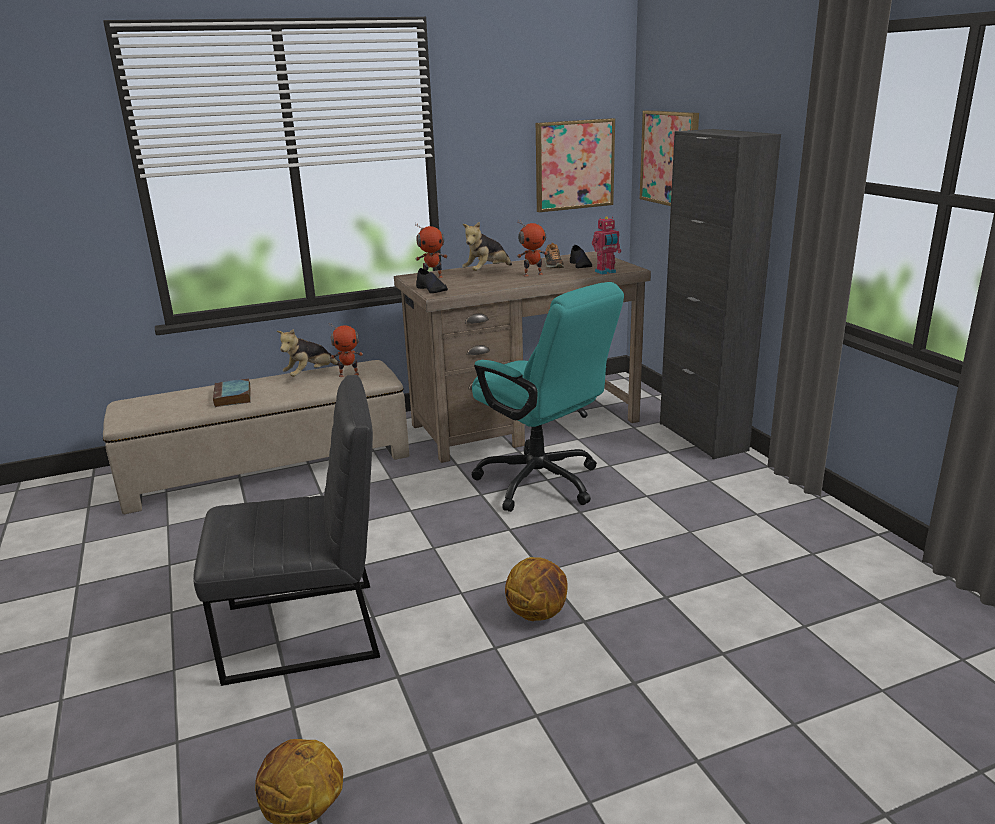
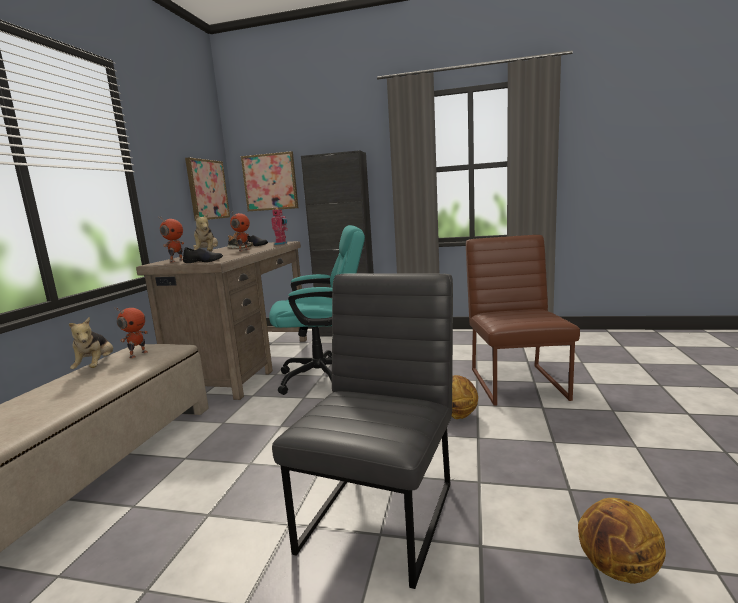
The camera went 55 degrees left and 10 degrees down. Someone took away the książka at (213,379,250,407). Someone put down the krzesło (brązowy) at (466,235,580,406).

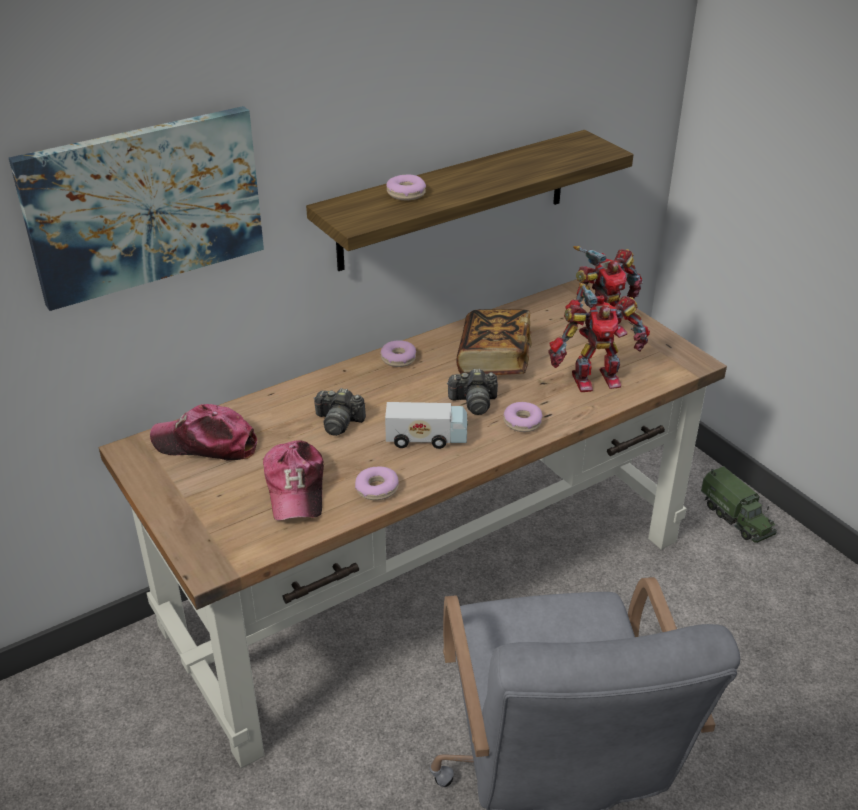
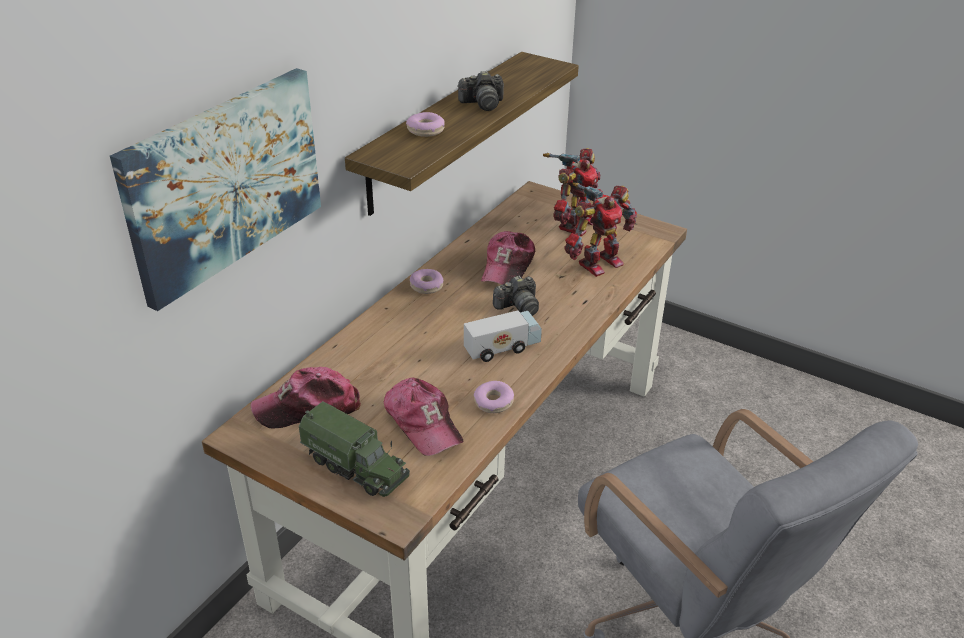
The camera went 25 degrees left and 0 degrees up. Someone took away the donut at (503,402,542,432). Someone carried the aparat fotograficzny from (314,388,366,436) to (457,71,504,111). Someone carried the ciężarówka zabawkowa from (700,466,777,543) to (299,401,410,497). Someone swapped the książka at (456,309,532,375) for the czapka z daszkiem at (481,231,535,285).

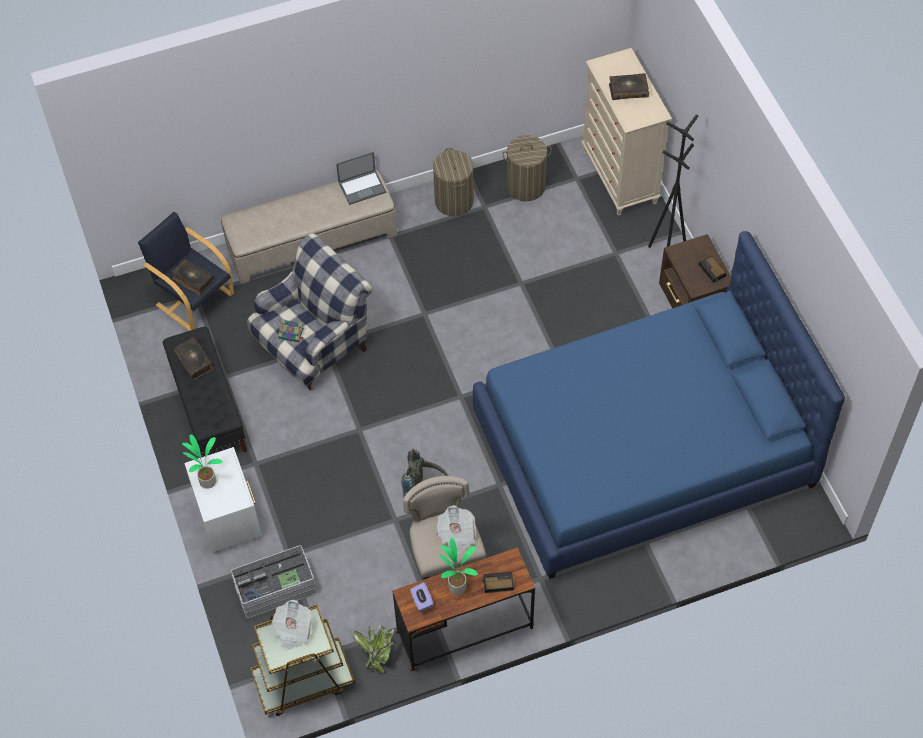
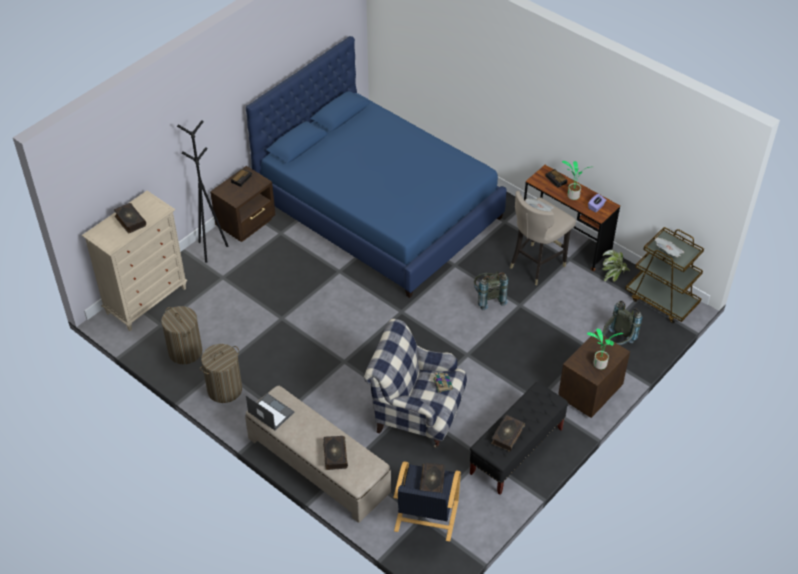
The camera went 120 degrees left and 10 degrees down. Someone put down the książka at (323,436,348,470). Someone swapped the pojemnik do przechowywania (szary) at (231,545,317,619) for the plecak (szary) at (603,301,642,345). Someone repainted the szafka nocna (biały) at (184,447,262,552), which became the szafka nocna (brązowy) at (558,331,630,418).

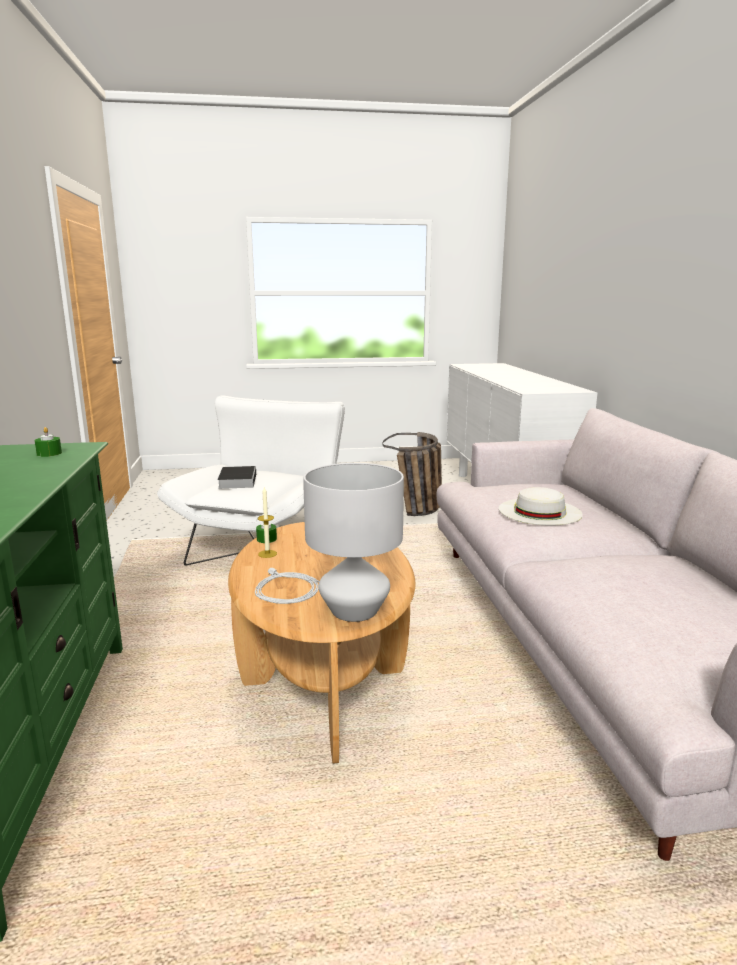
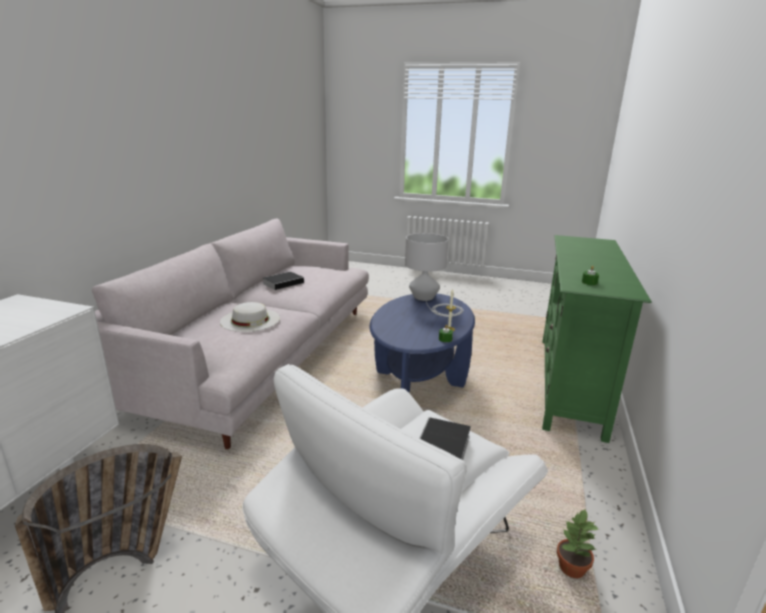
The camera went 155 degrees left and 5 degrees up. Someone put down the książka at (263,272,304,290). Someone put down the roślina doniczkowa at (557,508,598,578). Someone repainted the ława (brązowy) at (228,522,415,763), which became the ława (niebieski) at (370,294,475,393).

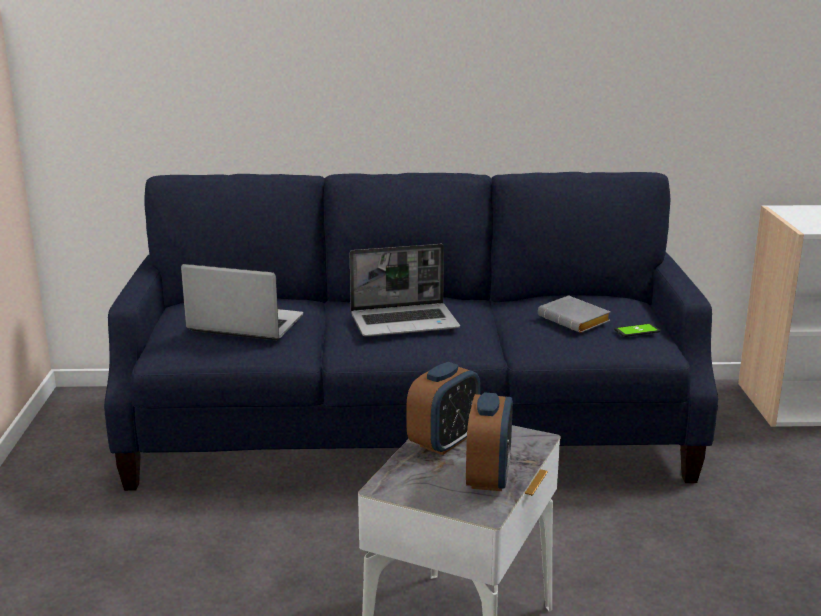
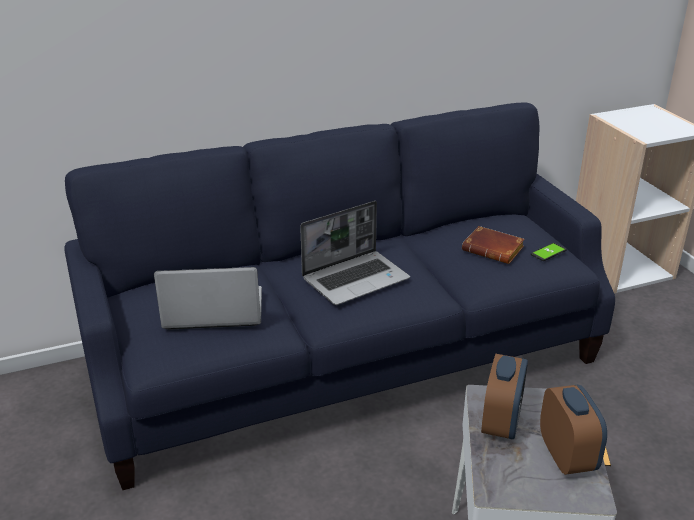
The camera went 20 degrees left and 10 degrees up. Someone repainted the książka (szary) at (538,295,610,333), which became the książka (brązowy) at (462,226,525,264).

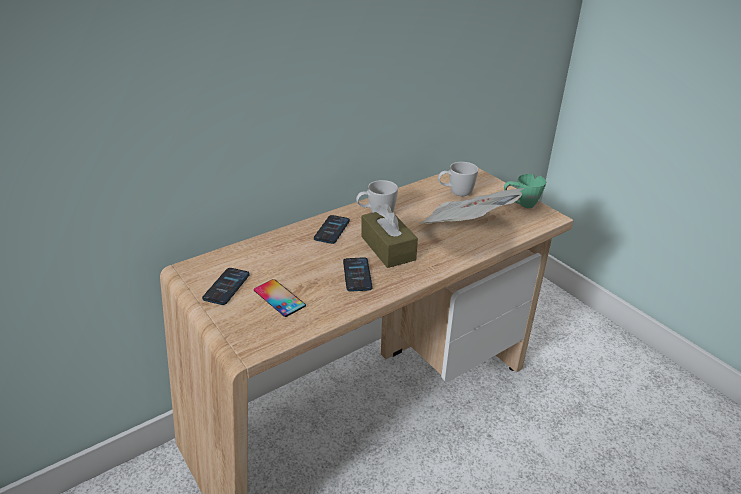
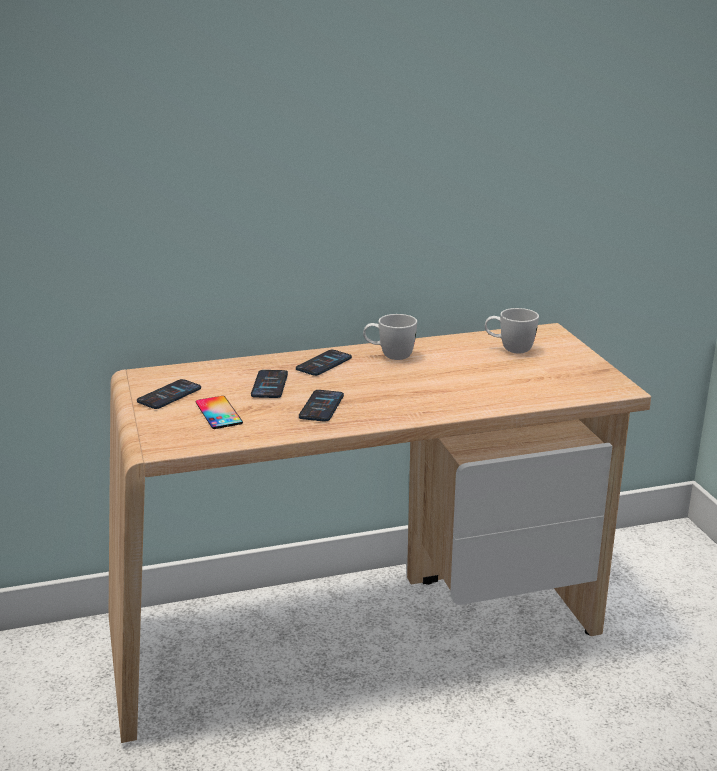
The camera went 20 degrees right and 10 degrees down. Someone took away the pudełko chusteczek (brązowy) at (361,204,418,268). Someone took away the gazeta at (420,188,524,224). Someone took away the kubek (zielony) at (504,174,546,208). Someone put down the telefon at (251,370,288,398).

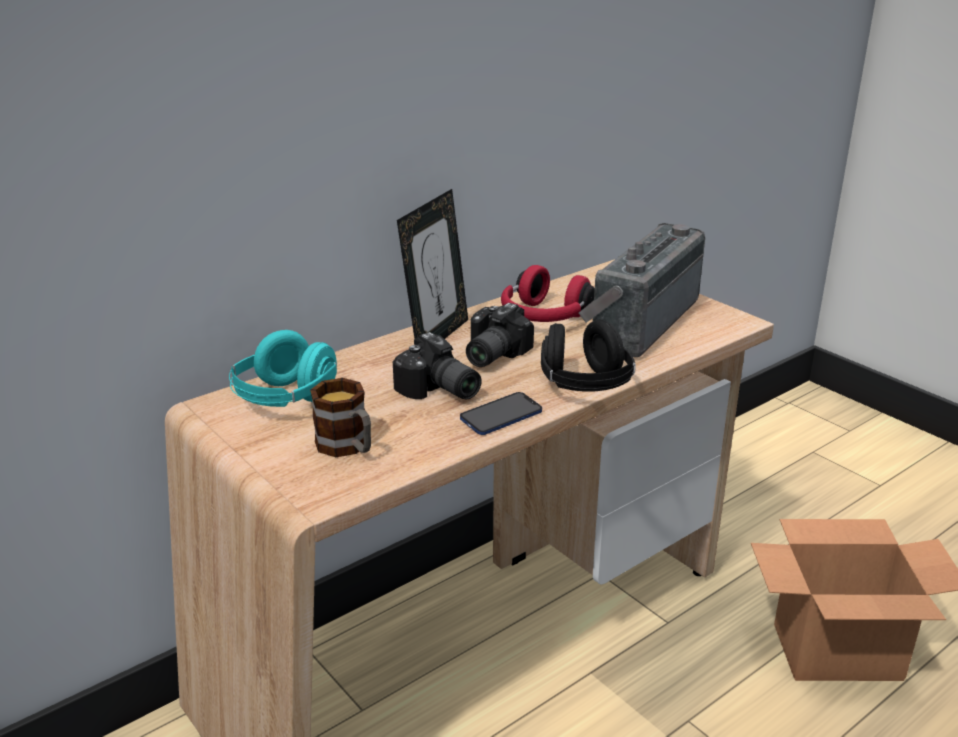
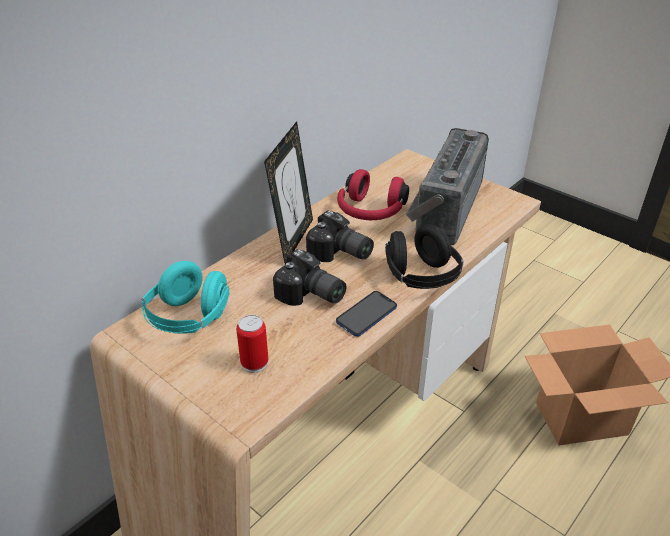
The camera went 10 degrees left and 10 degrees up. Someone swapped the kubek at (310,378,371,457) for the puszka at (236,315,268,373). Someone rotated the aparat fotograficzny at (466,303,534,367) by 75 degrees counterclockwise.

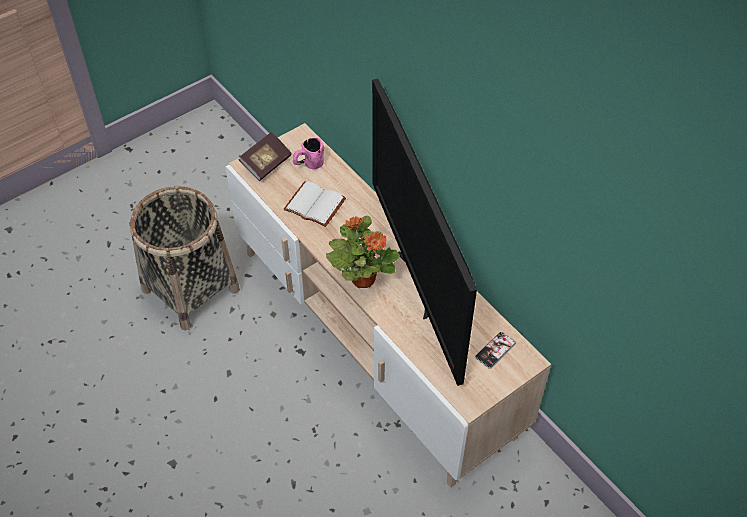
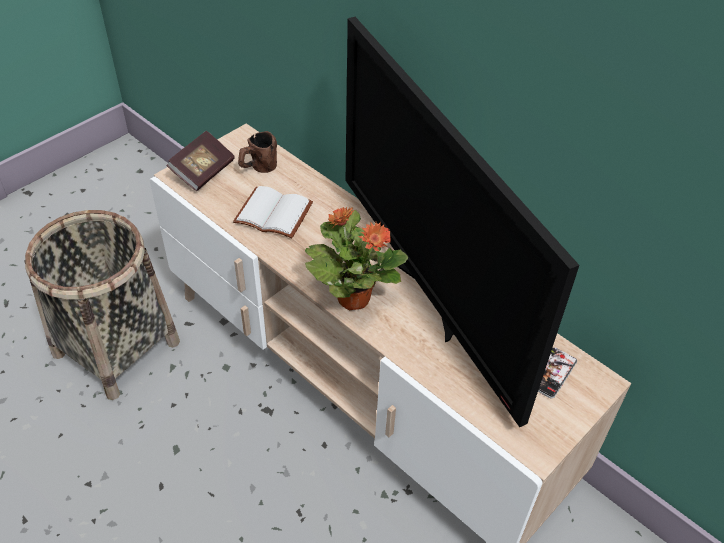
The camera went 10 degrees left and 5 degrees down. Someone repainted the kubek (różowy) at (293,137,324,169), which became the kubek (brązowy) at (238,131,277,173).

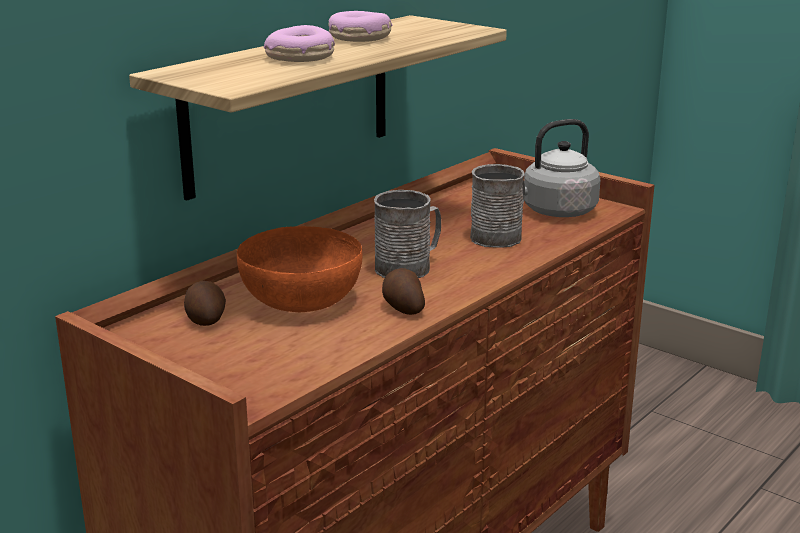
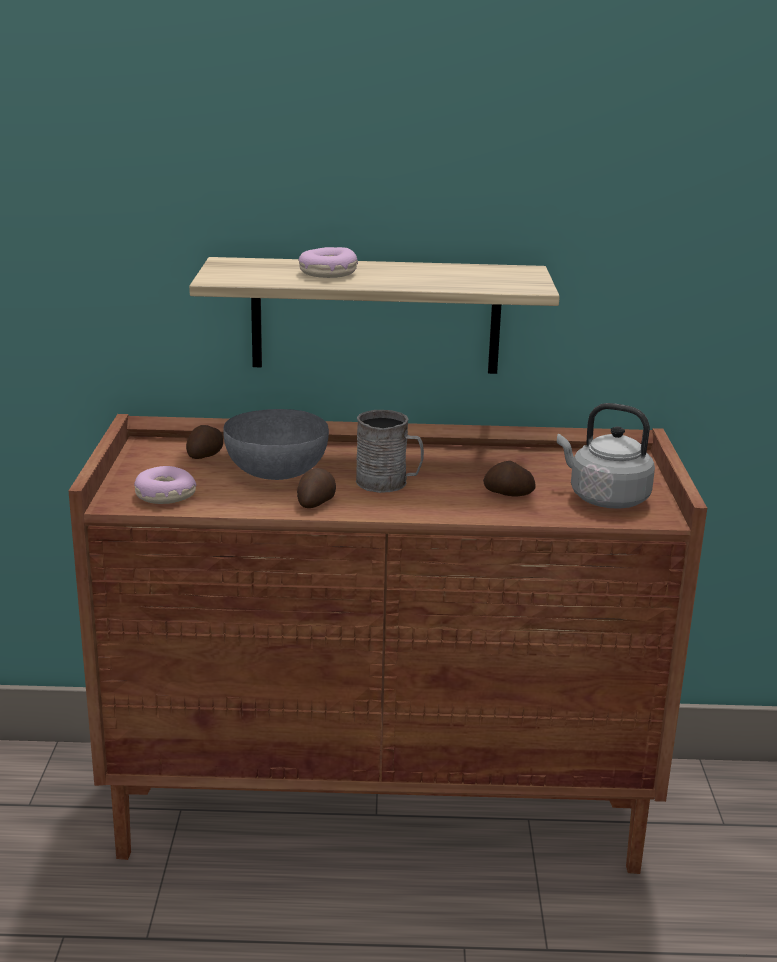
The camera went 50 degrees right and 0 degrees up. Someone carried the donut from (328,11,393,42) to (134,466,196,504). Someone swapped the kubek (szary) at (470,164,525,248) for the ziemniak at (483,461,535,496). Someone repainted the miska (pomarańczowy) at (237,226,362,312), which became the miska (szary) at (223,409,329,480).

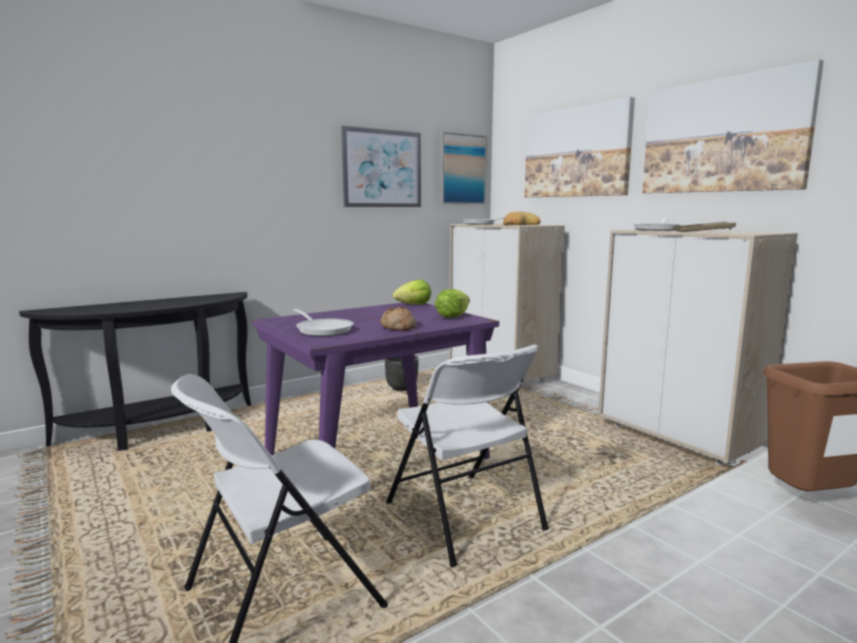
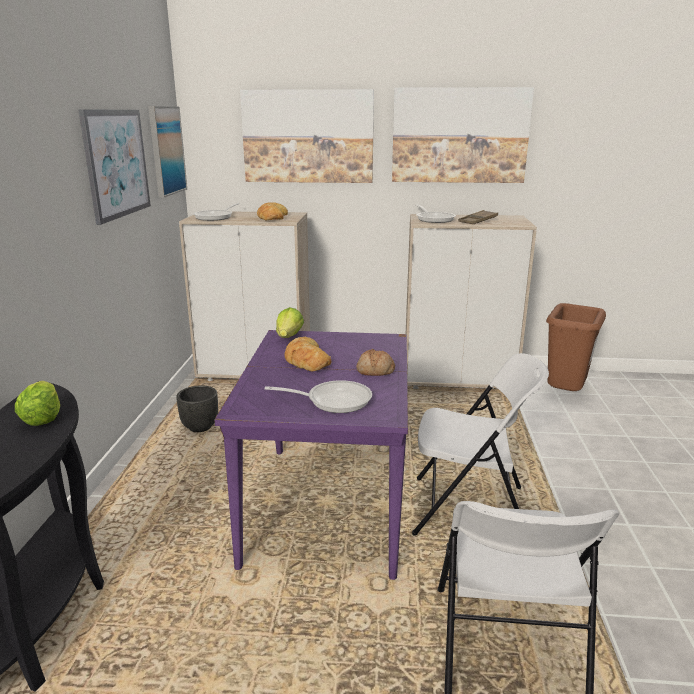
The camera went 50 degrees left and 10 degrees up. Someone put down the chleb at (285,337,331,371). Someone carried the sałata from (435,289,470,318) to (15,381,60,426).

